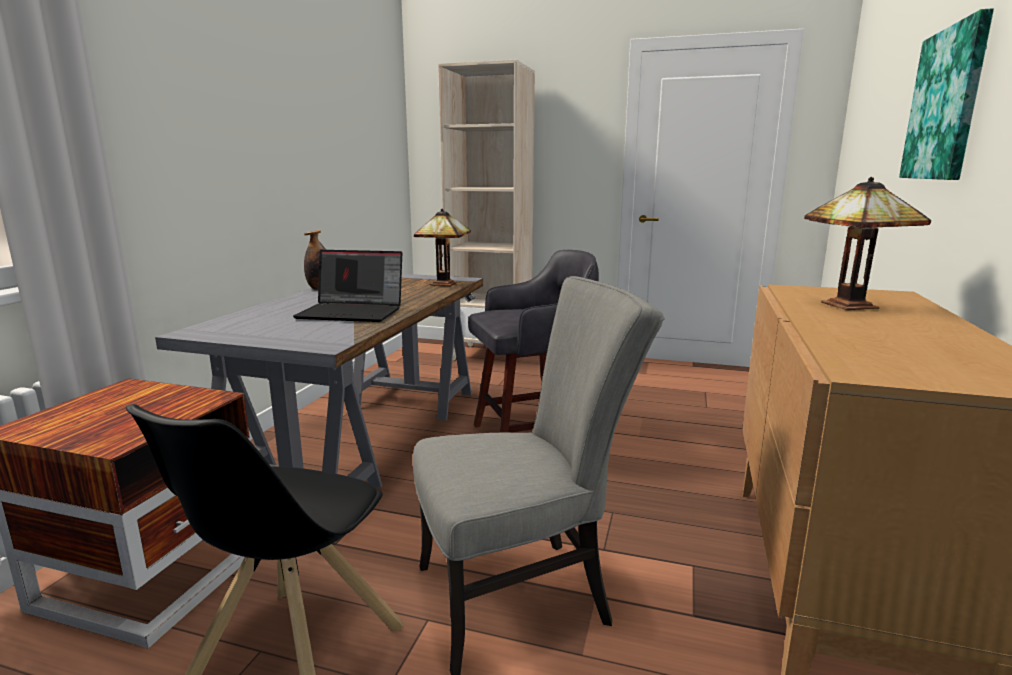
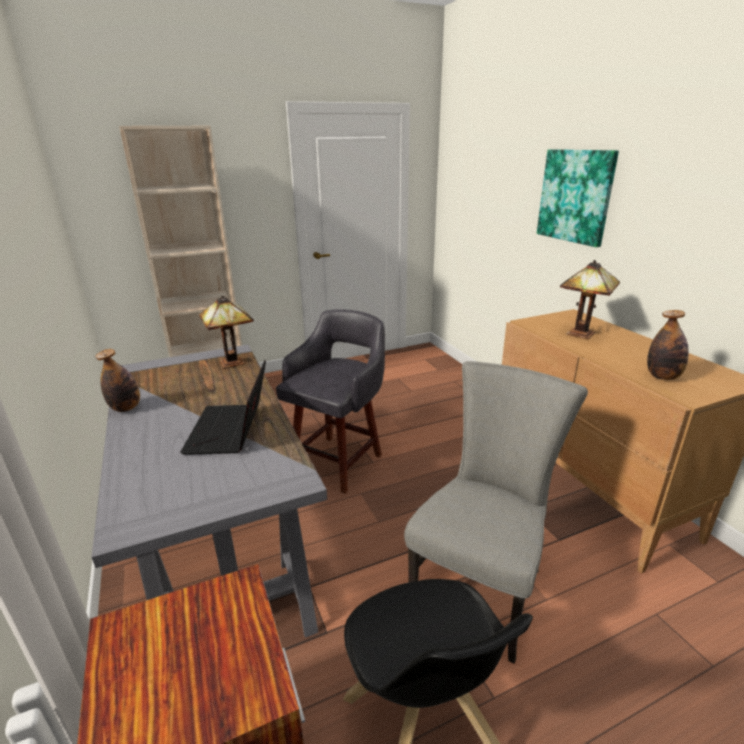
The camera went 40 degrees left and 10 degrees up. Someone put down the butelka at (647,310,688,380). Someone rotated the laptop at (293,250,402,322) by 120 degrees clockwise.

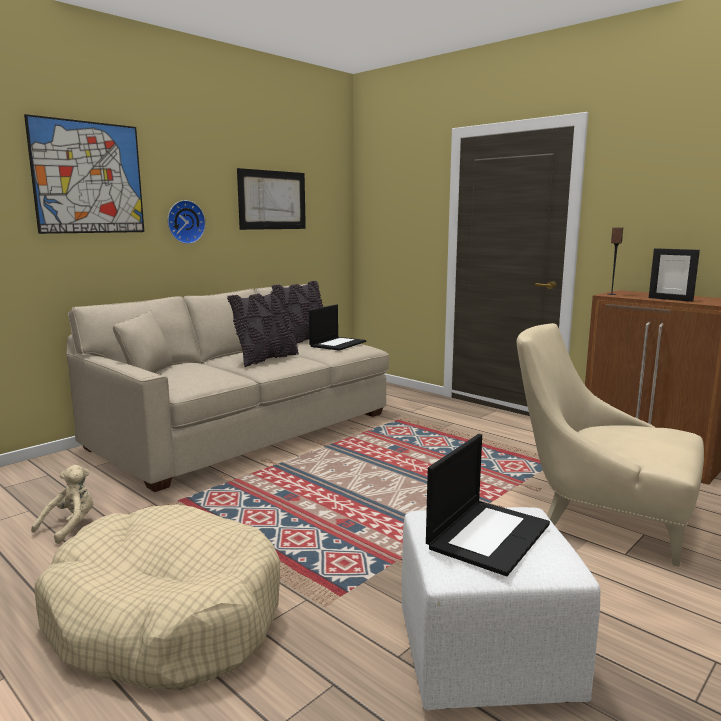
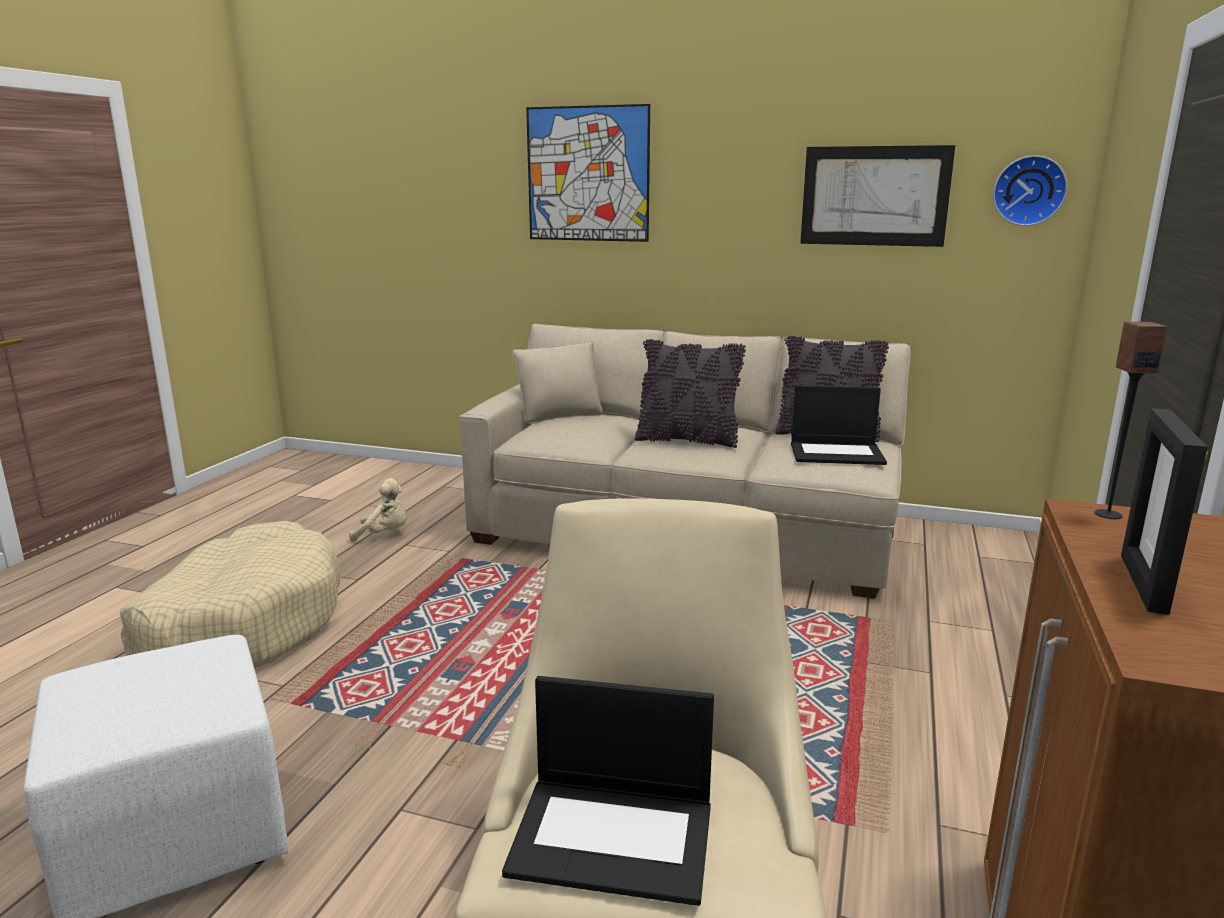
The camera went 65 degrees right and 5 degrees up. Someone carried the zegar ścienny from (167,200,206,244) to (993,155,1067,226). Someone carried the laptop from (426,434,550,576) to (502,676,714,906).

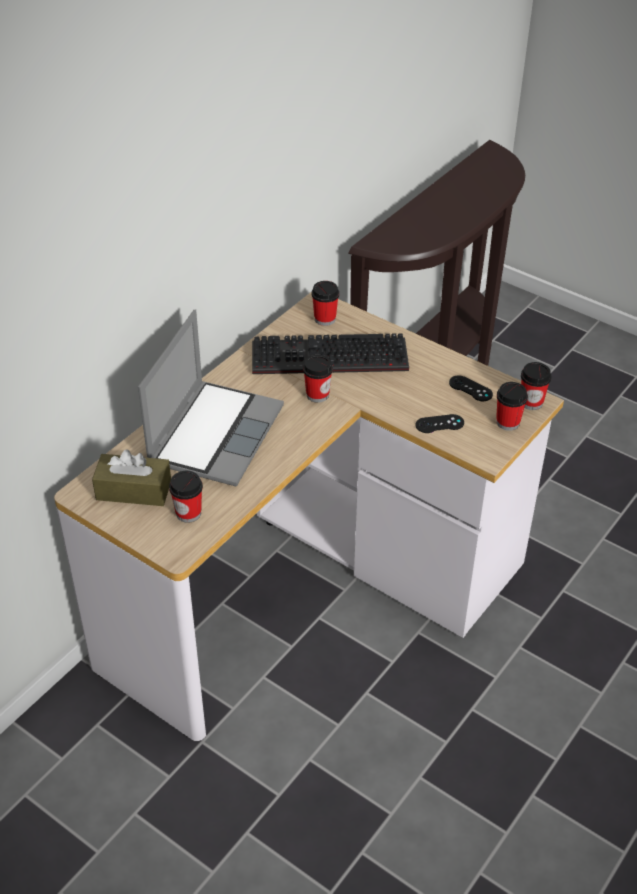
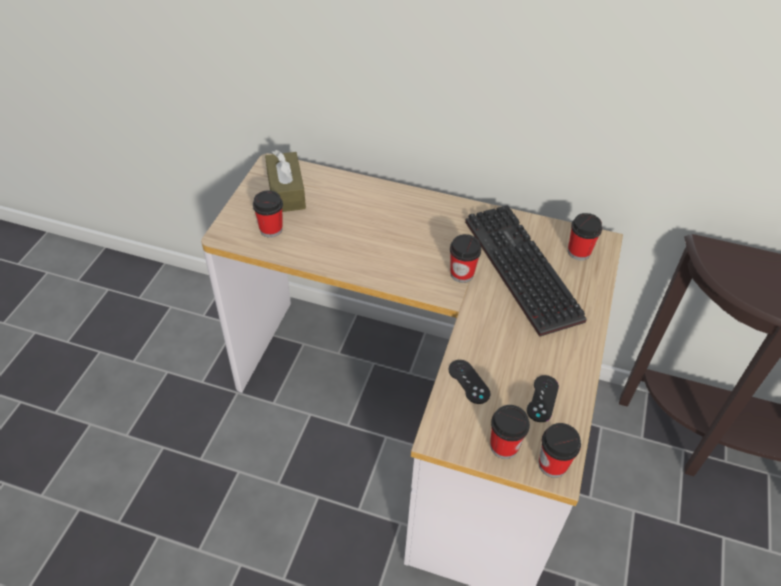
The camera went 70 degrees right and 5 degrees up. Someone took away the laptop at (138,309,284,487).

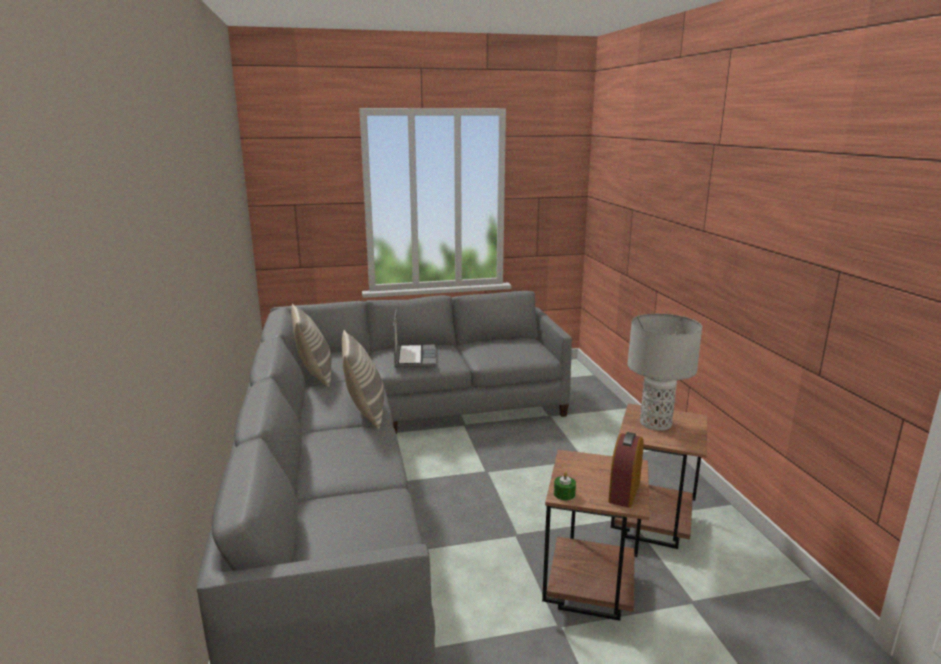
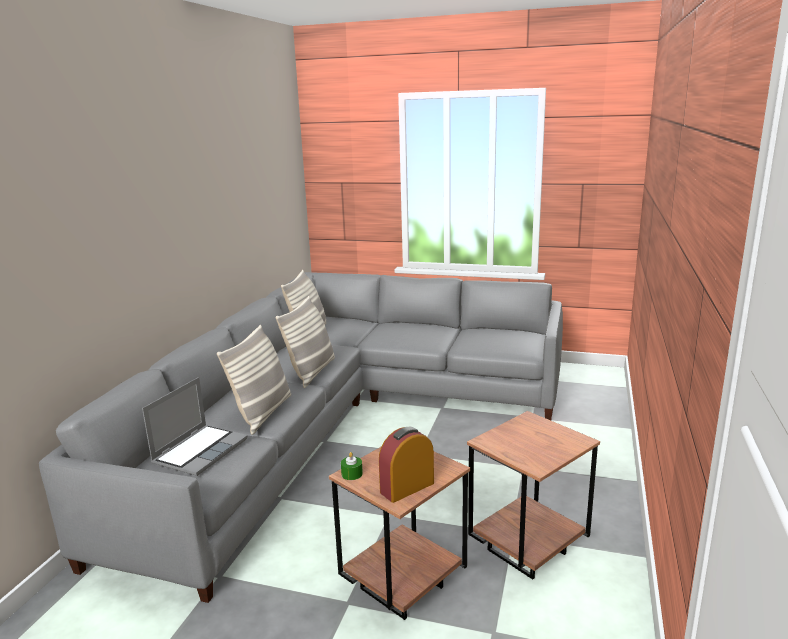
The camera went 30 degrees right and 0 degrees up. Someone took away the lampa stołowa (biały) at (628,314,702,431). Someone put down the poduszka at (217,325,291,435). Someone carried the laptop from (393,309,436,367) to (142,377,248,476).

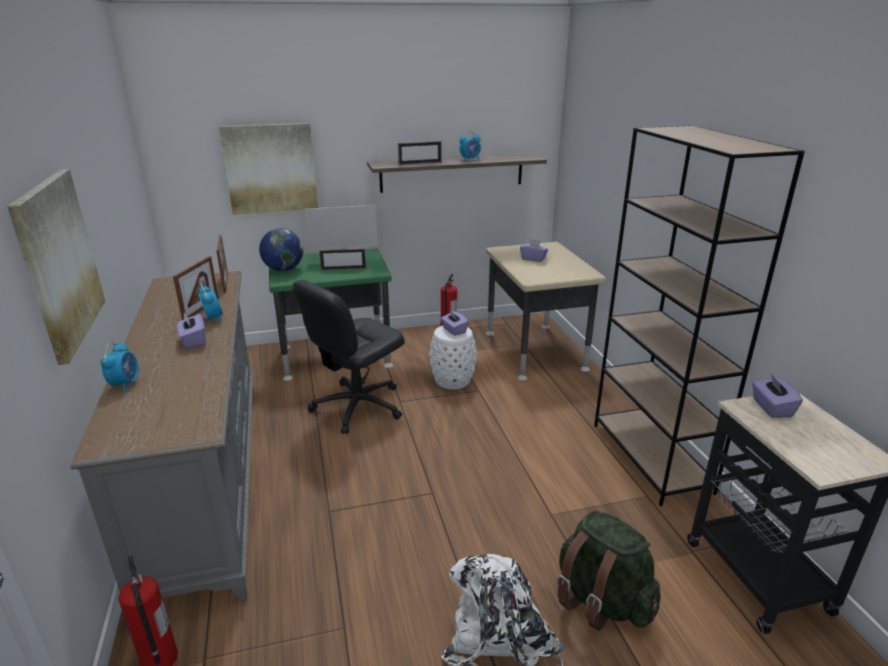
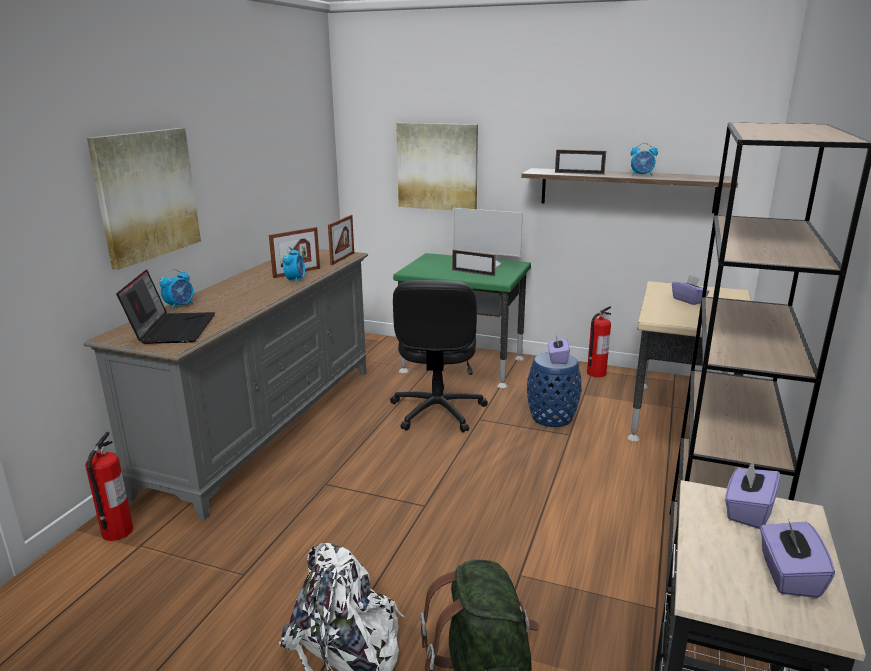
The camera went 35 degrees right and 5 degrees down. Someone took away the globus at (259,228,303,271). Someone put down the laptop at (116,269,215,344). Someone carried the pudełko chusteczek (fioletowy) from (177,312,206,349) to (760,519,835,598). Someone repainted the stołek (biały) at (430,325,477,390), which became the stołek (niebieski) at (527,352,582,427). Someone rotated the krzesło biurowe (czarny) at (292,280,405,434) by 75 degrees counterclockwise.

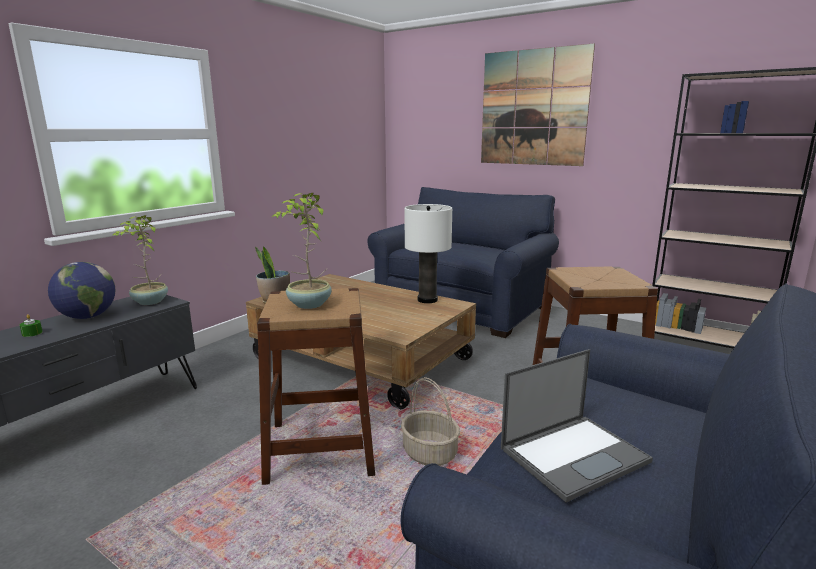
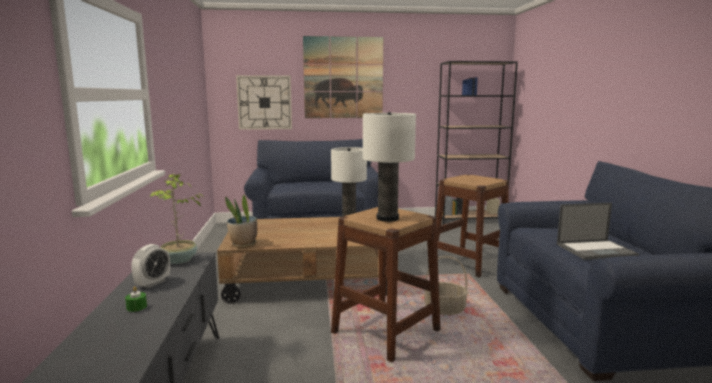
The camera went 40 degrees left and 5 degrees down. Someone put up the zegar ścienny at (236,75,292,130). Someone swapped the globus at (48,262,115,319) for the budzik at (131,244,170,289). Someone swapped the roślina doniczkowa at (272,192,331,309) for the lampa stołowa (biały) at (363,112,416,222). Someone rotated the laptop at (501,349,653,502) by 60 degrees clockwise.

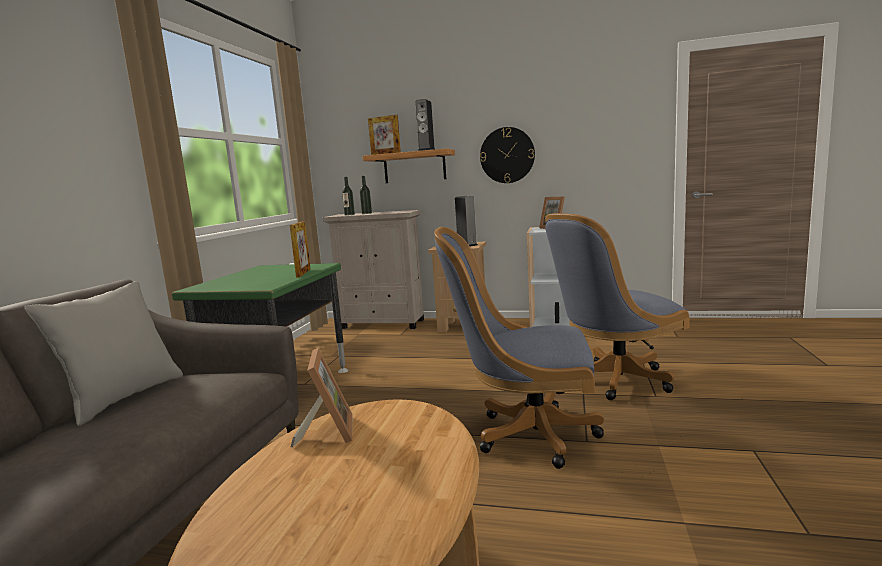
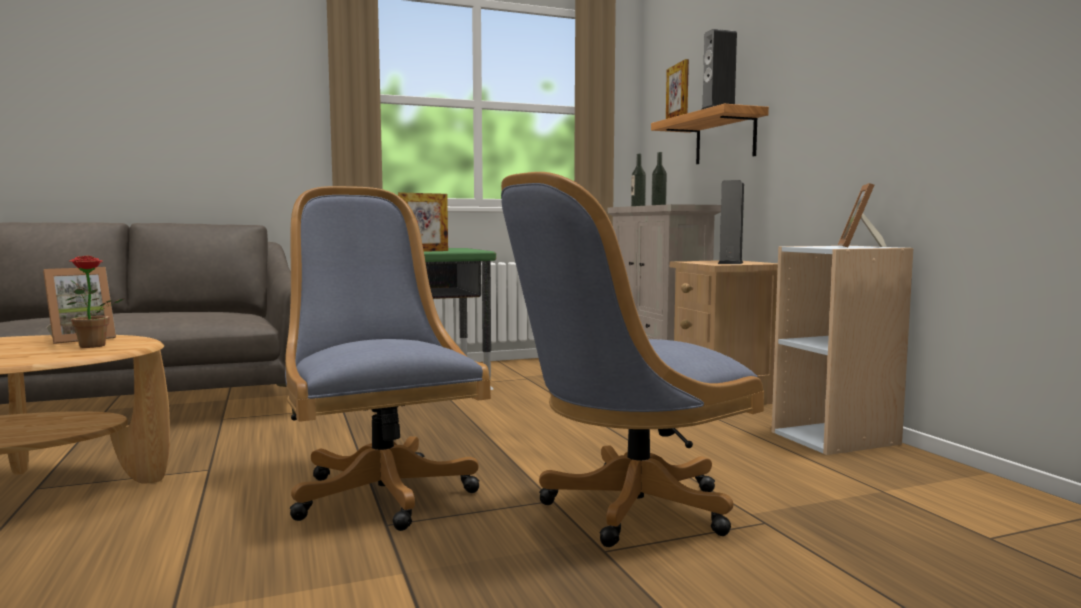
The camera went 55 degrees right and 5 degrees down. Someone took away the poduszka (szary) at (24,281,183,426). Someone took away the zegar ścienny at (480,127,535,183). Someone put down the roślina doniczkowa at (66,256,124,348). Someone rotated the krzesło biurowe (niebieski) at (545,213,690,400) by 60 degrees counterclockwise.

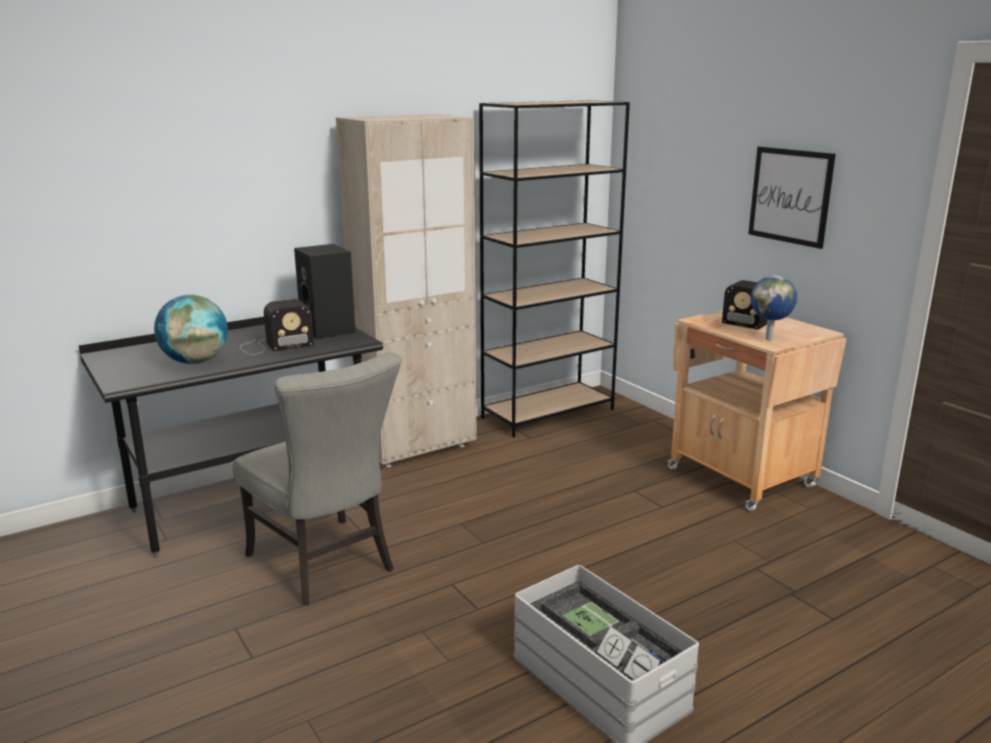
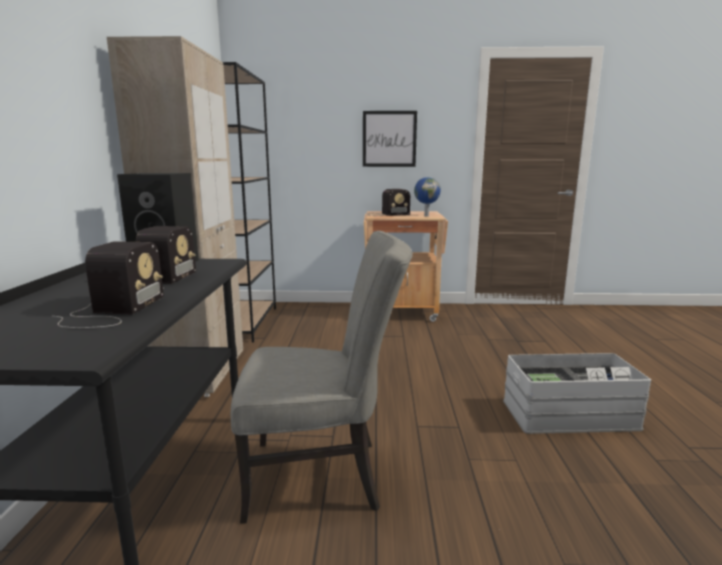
The camera went 55 degrees left and 5 degrees down. Someone swapped the globus at (154,295,228,364) for the radio at (52,241,164,328).

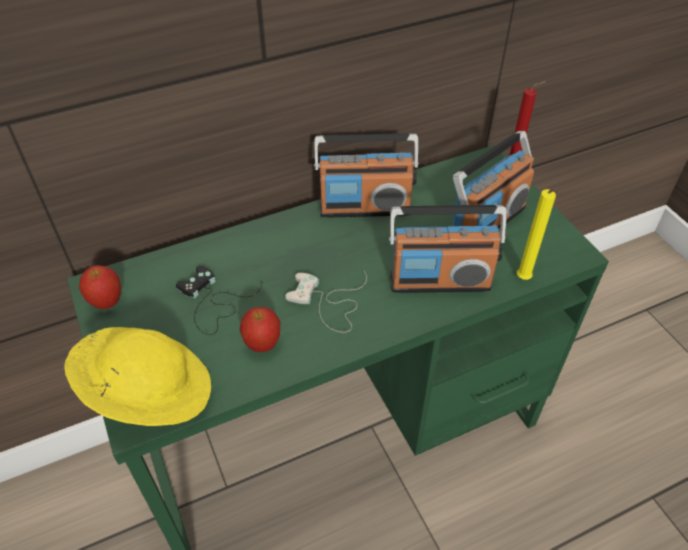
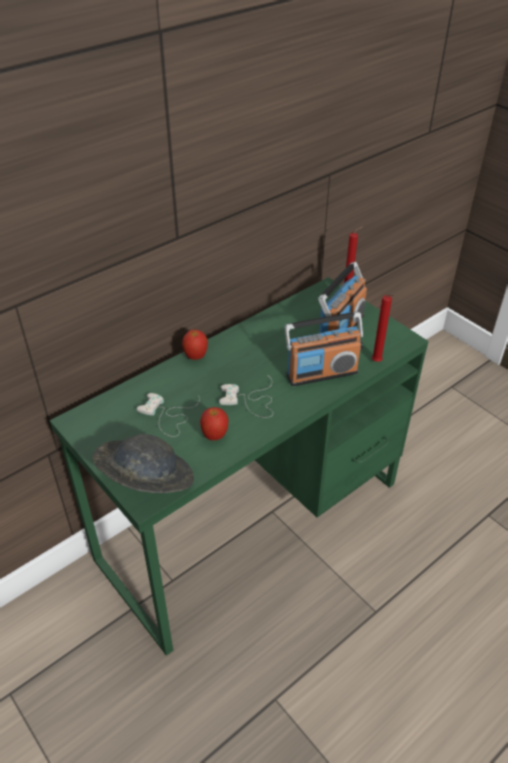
The camera went 15 degrees left and 5 degrees down. Someone took away the radio at (314,133,419,218). Someone carried the jabłko from (79,265,121,309) to (182,330,208,360). Someone repainted the kapelusz (żółty) at (64,327,211,426), which became the kapelusz (szary) at (93,434,194,493). Someone repainted the pad do gier (czarny) at (176,266,262,335), which became the pad do gier (biały) at (137,393,200,437). Someone repainted the świeca (żółty) at (517,189,559,280), which became the świeca (czerwony) at (372,294,394,362).

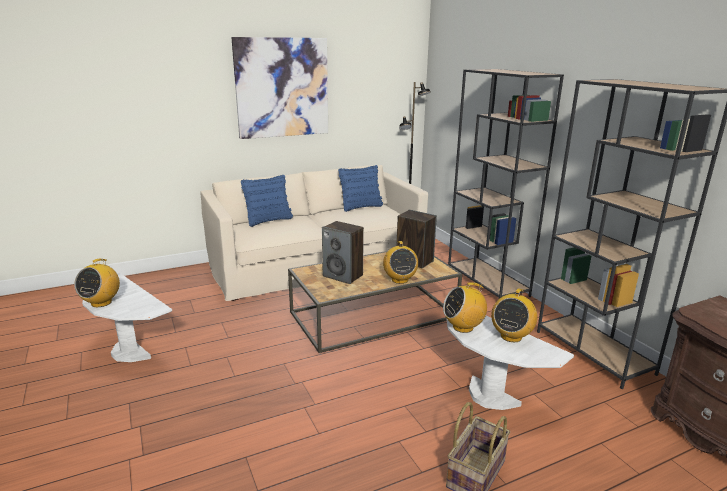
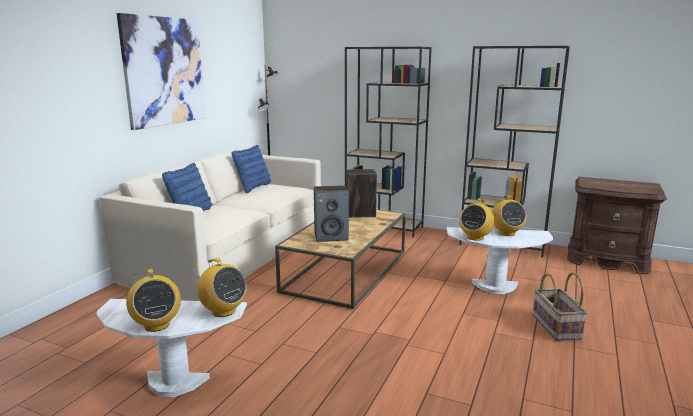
The camera went 40 degrees left and 5 degrees down. Someone carried the radio from (383,241,418,284) to (194,258,247,317).

